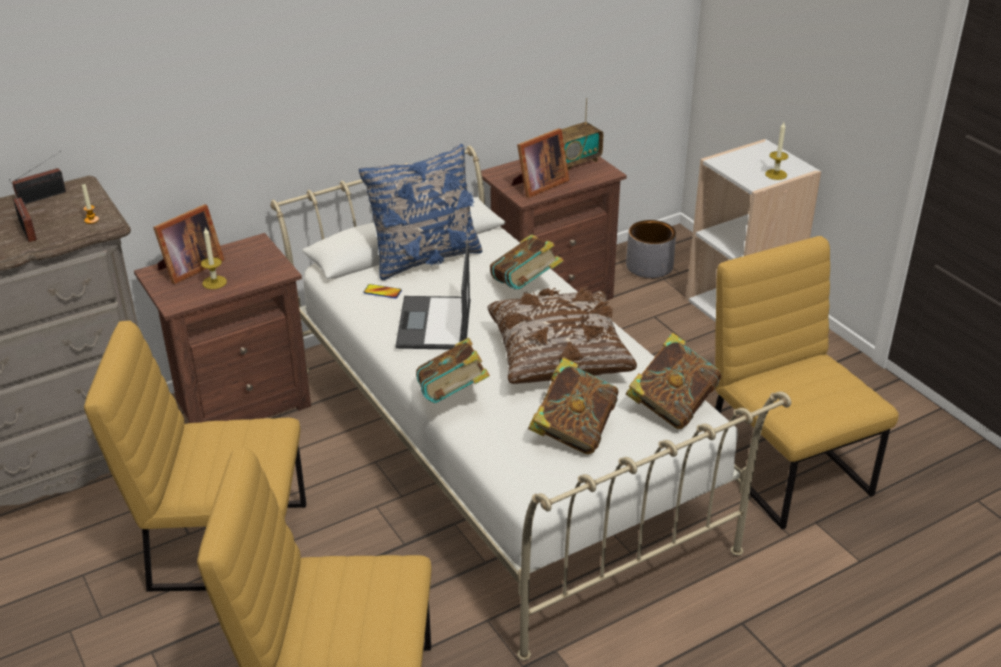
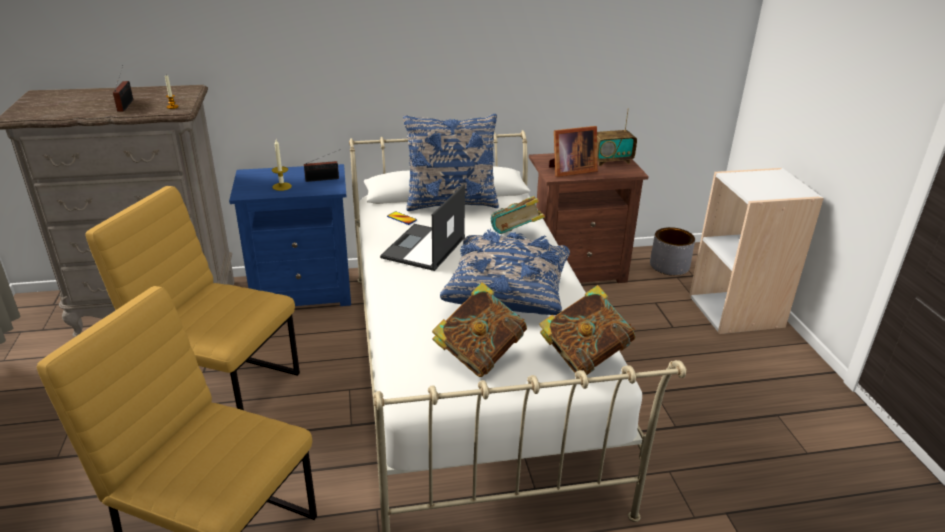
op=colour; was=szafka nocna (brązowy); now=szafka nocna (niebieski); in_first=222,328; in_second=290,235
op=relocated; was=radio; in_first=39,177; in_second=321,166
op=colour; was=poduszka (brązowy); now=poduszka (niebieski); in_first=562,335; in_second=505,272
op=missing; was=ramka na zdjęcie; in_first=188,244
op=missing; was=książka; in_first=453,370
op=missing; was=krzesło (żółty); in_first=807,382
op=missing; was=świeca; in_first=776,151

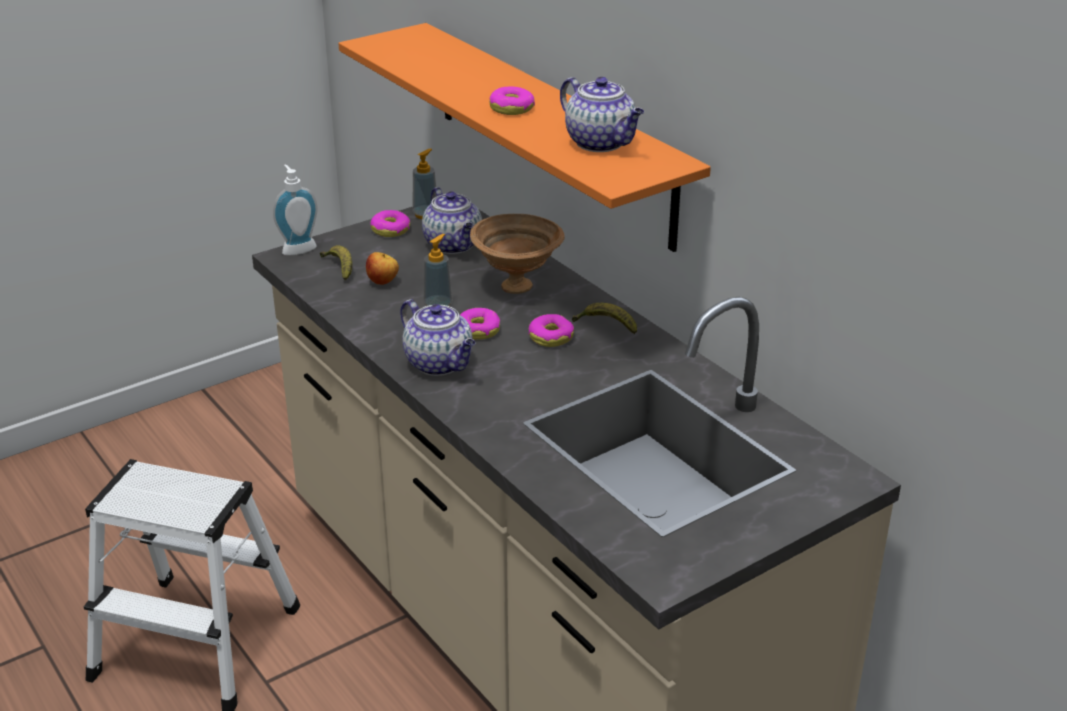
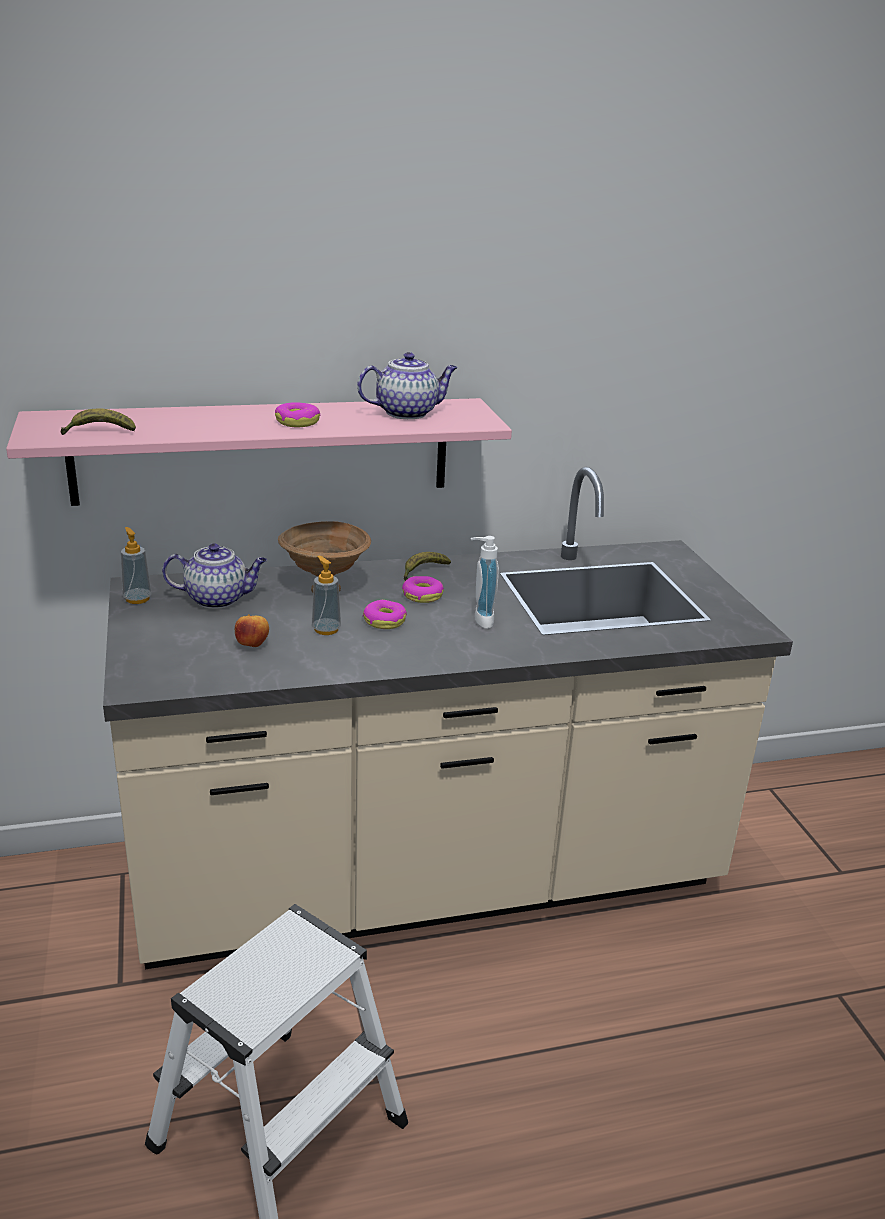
op=colour; was=półka (pomarańczowy); now=półka (różowy); in_first=524,137; in_second=259,452
op=relocated; was=banan; in_first=336,262; in_second=98,422
op=relocated; was=dozownik mydła; in_first=295,210; in_second=485,582
op=missing; was=donut; in_first=390,223
op=missing; was=imbryk; in_first=437,337

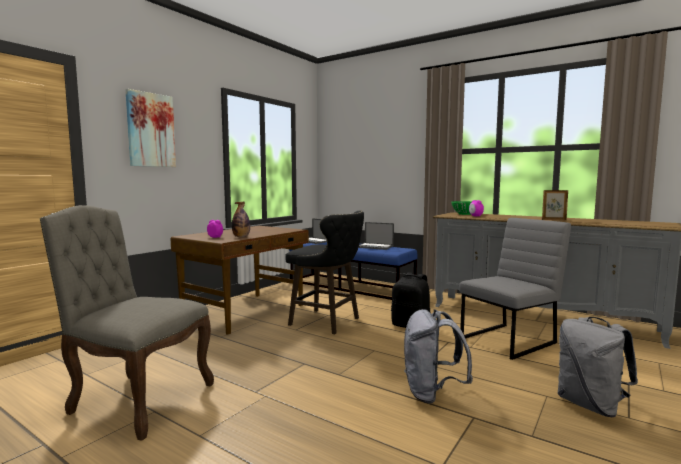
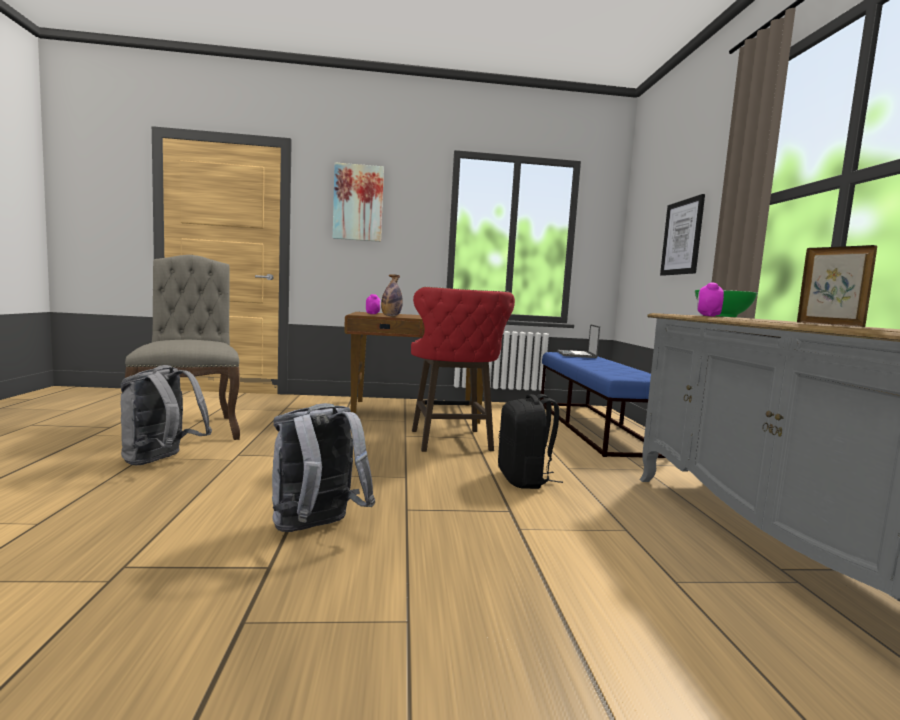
op=relocated; was=plecak (szary); in_first=597,367; in_second=166,415
op=colour; was=stołek (czarny); now=stołek (czerwony); in_first=324,272; in_second=463,369
op=appeared; now=obraz; in_second=682,235
op=missing; was=laptop; in_first=376,236
op=missing; was=krzesło (szary); in_first=515,289

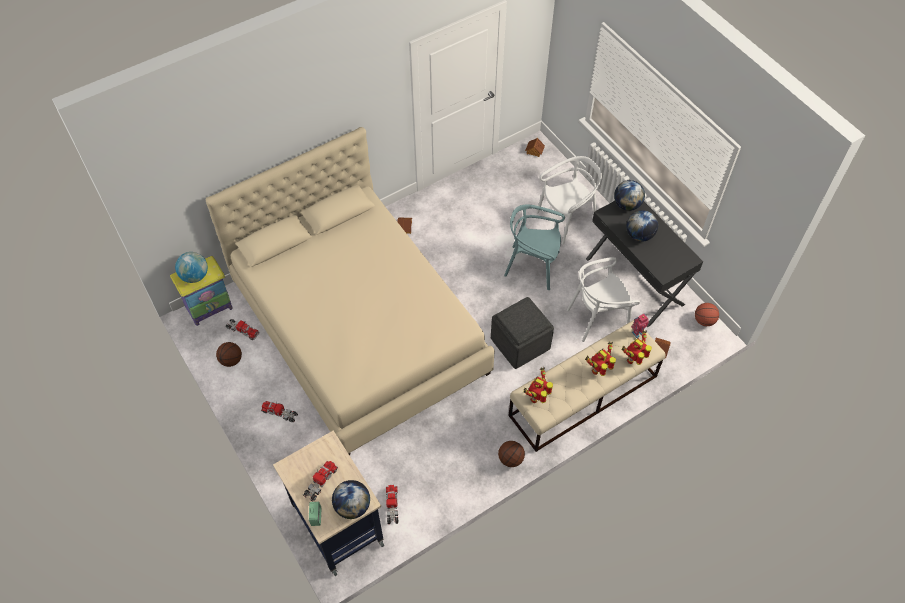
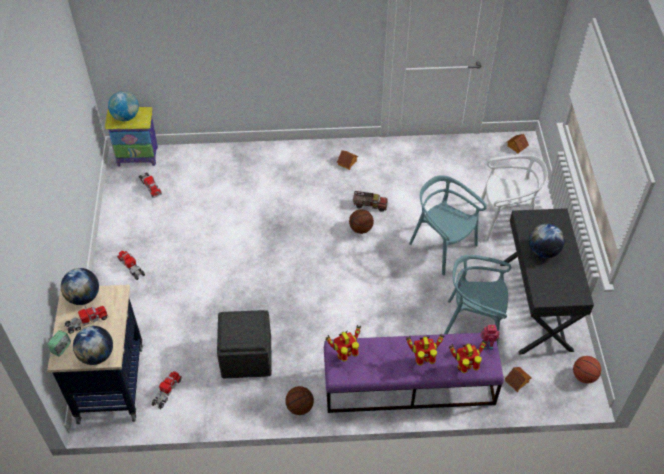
op=relocated; was=globus; in_first=629,195; in_second=80,286
op=relocated; was=pufa (szary); in_first=522,333; in_second=244,344
op=colour; was=ławka (beżowy); now=ławka (fioletowy); in_first=587,386; in_second=414,373
op=relocated; was=piłka do koszykówki; in_first=229,354; in_second=361,221
op=appeared; now=ciężarówka zabawkowa; in_second=370,201
op=colour; was=krzesło (biały); now=krzesło (turkusowy); in_first=603,299; in_second=477,300
op=missing; was=łóżko (beżowy); in_first=350,291

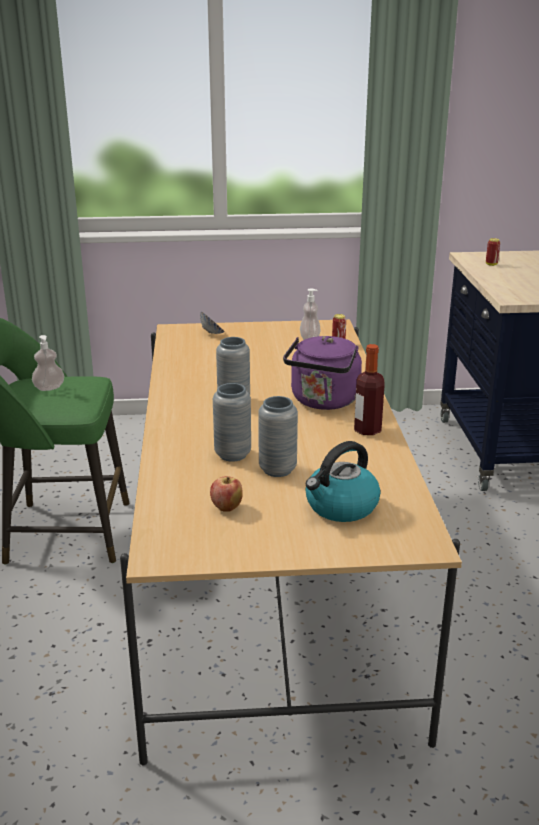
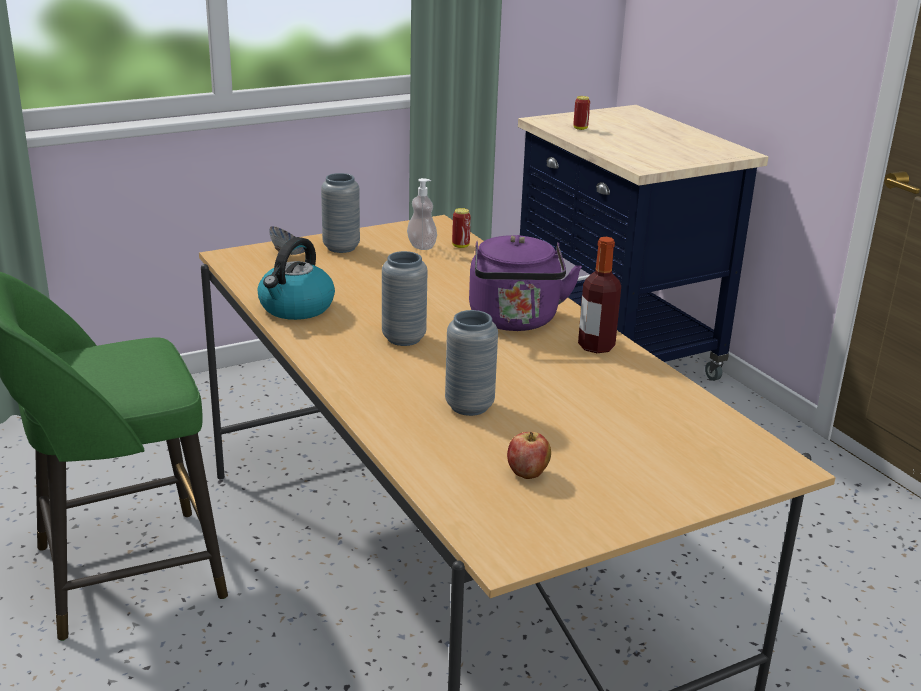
op=relocated; was=czajnik; in_first=343,481; in_second=296,278
op=relocated; was=wazon (szary); in_first=278,436; in_second=340,213
op=missing; was=dozownik mydła; in_first=48,363

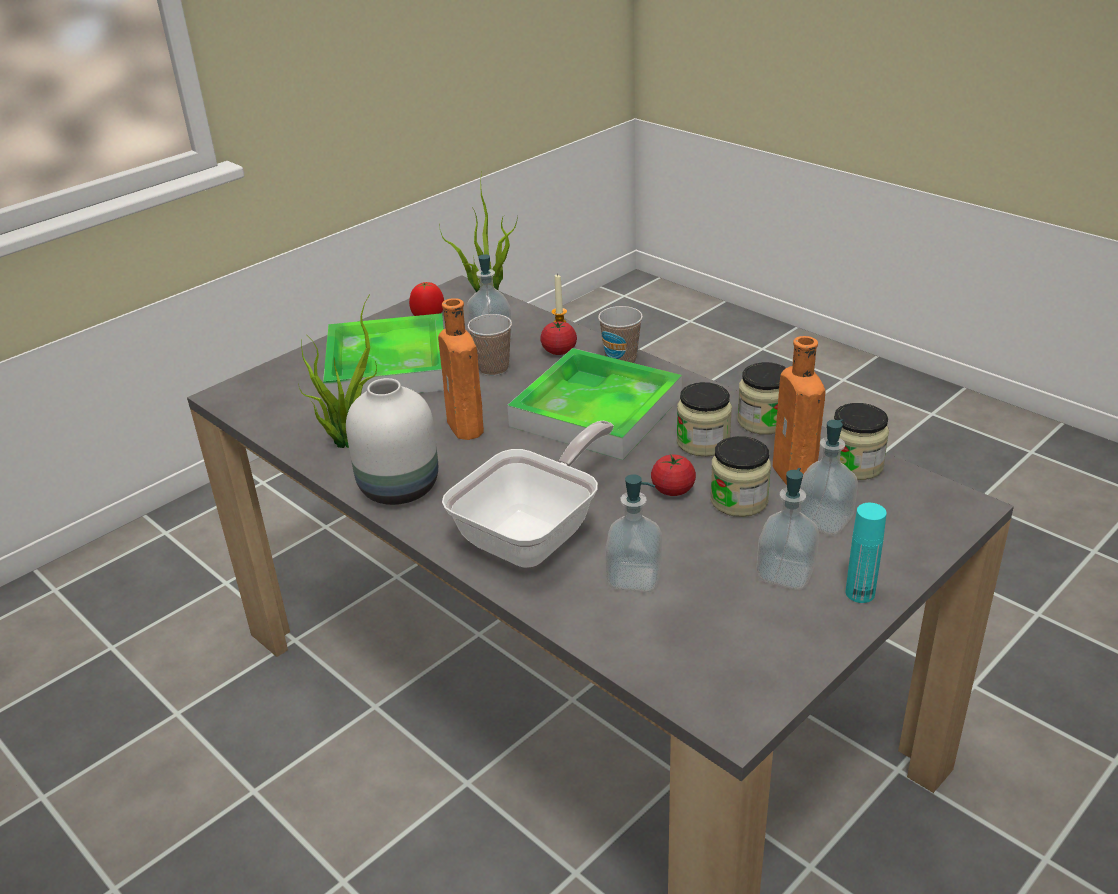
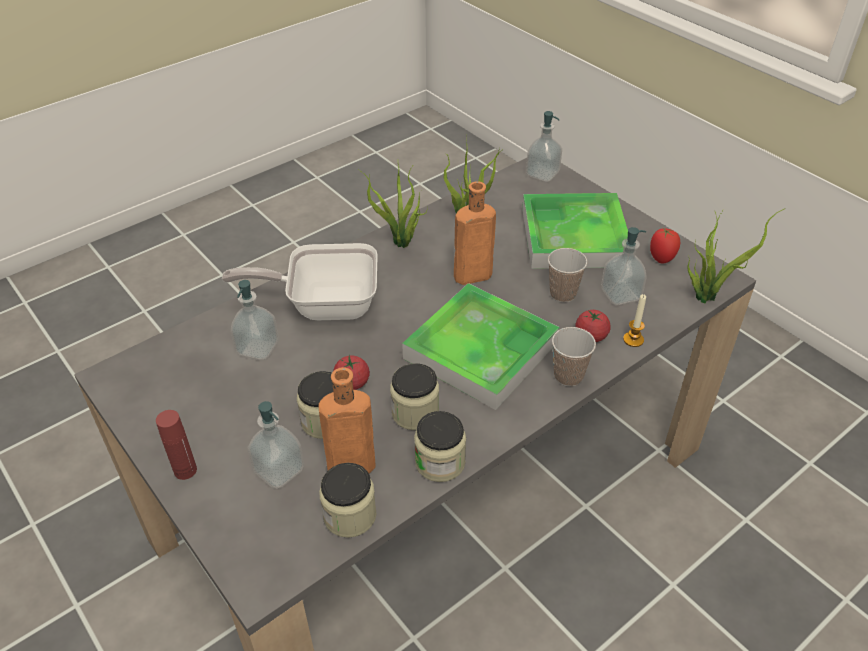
op=colour; was=butelka (turkusowy); now=butelka (czerwony); in_first=866,553; in_second=176,445
op=spun; was=patelnia; in_first=528,494; in_second=300,281; clockwise=135
op=exchanged; was=wazon (biały); now=roślina doniczkowa; in_first=392,441; in_second=393,206
op=relocated; was=dozownik mydła; in_first=787,529; in_second=544,146

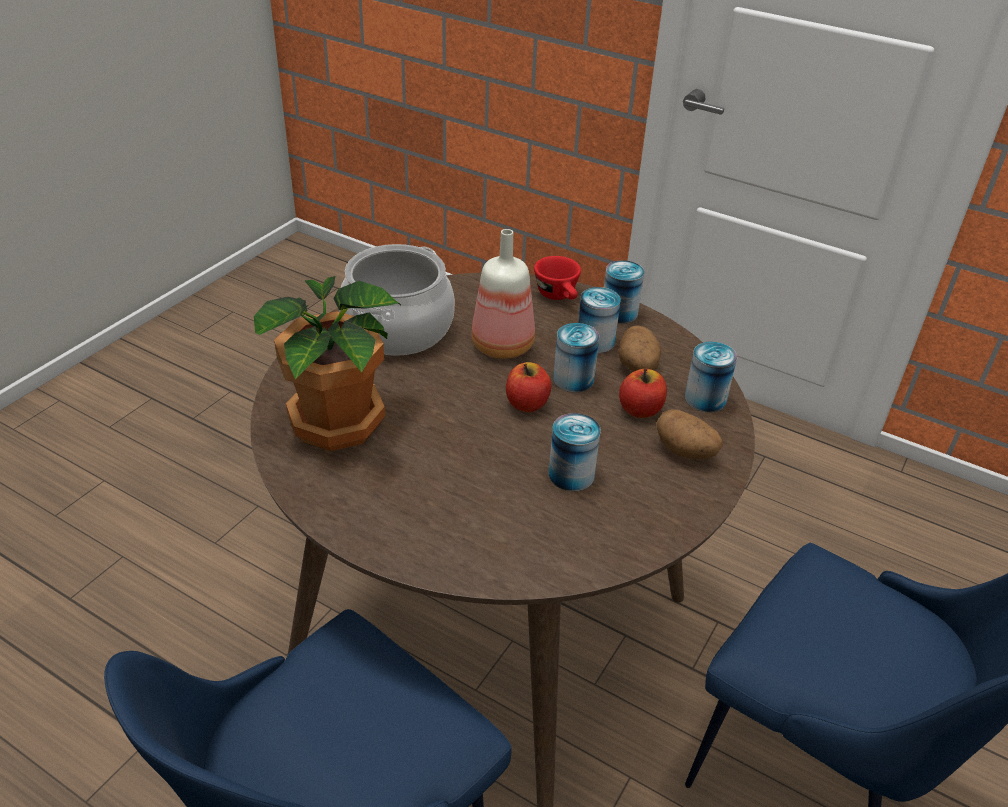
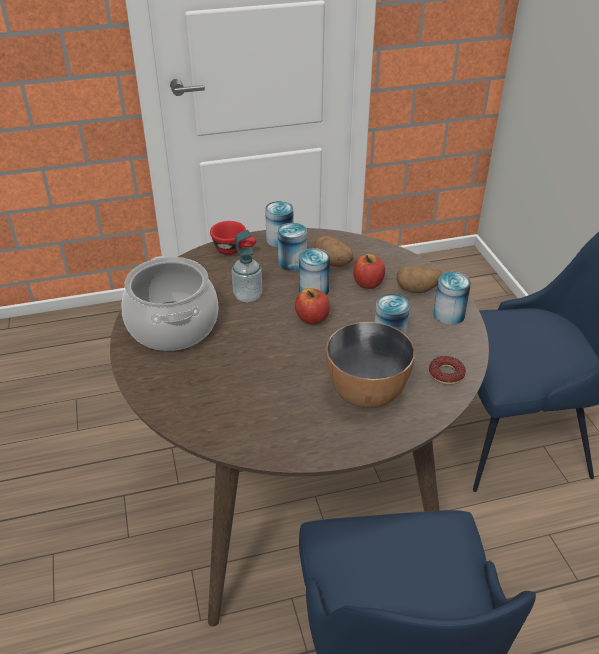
op=exchanged; was=butelka; now=dozownik mydła; in_first=503,294; in_second=247,266
op=appeared; now=miska; in_second=370,365
op=appeared; now=donut; in_second=447,370
op=relocated; was=puszka; in_first=711,377; in_second=452,298
op=missing; was=roślina doniczkowa; in_first=328,363

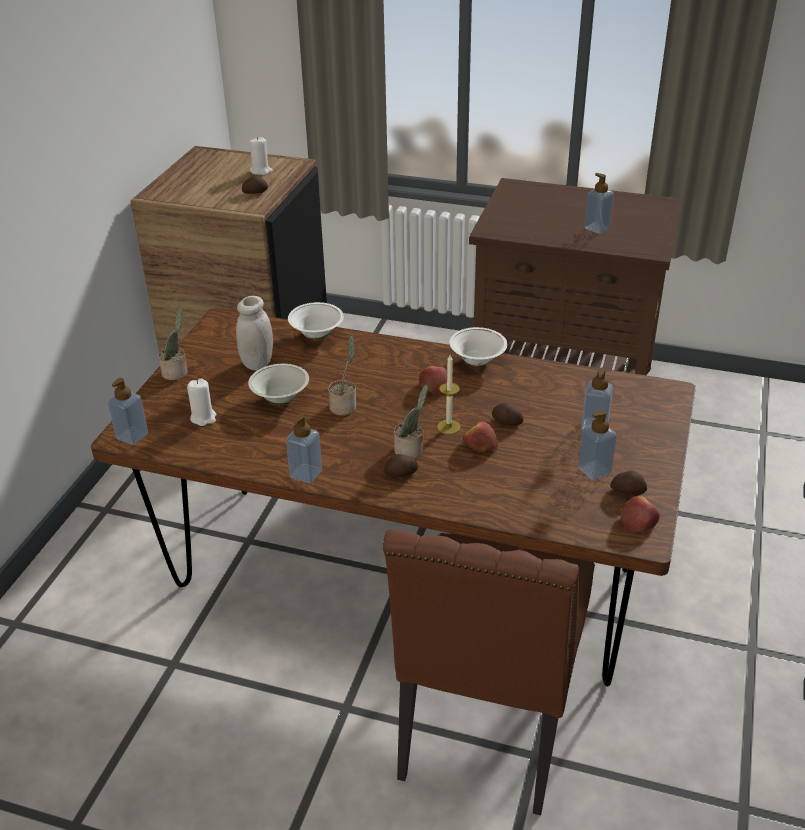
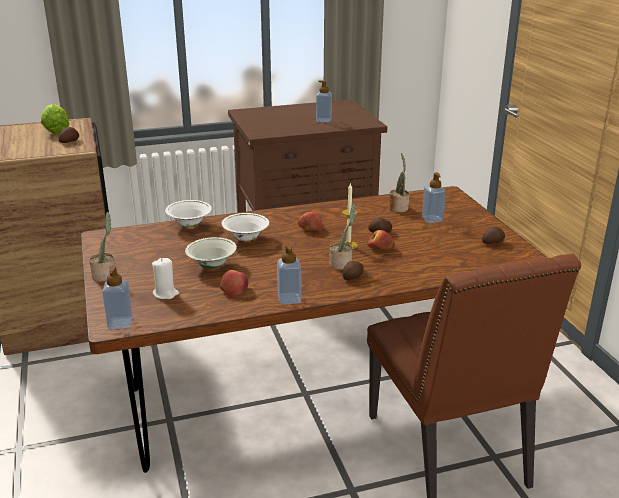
op=exchanged; was=świeca (biały); now=sałata; in_first=261,156; in_second=55,119
op=relocated; was=jabłko; in_first=640,514; in_second=233,283
op=relocated; was=miska (biały); in_first=478,346; in_second=245,227
op=relocated; was=roślina doniczkowa; in_first=342,375; in_second=399,182
op=missing; was=słoik (biały); in_first=254,333
op=missing; was=dozownik mydła; in_first=597,445

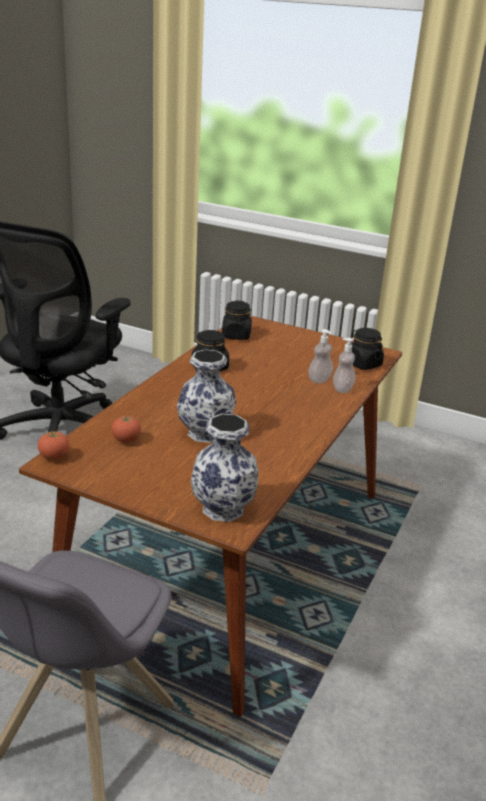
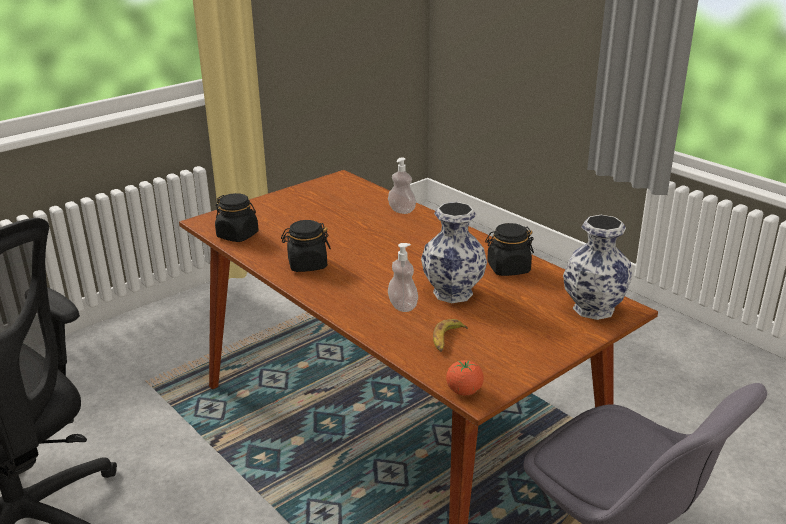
op=relocated; was=dozownik mydła; in_first=320,356; in_second=403,277
op=exchanged; was=pomidor; now=banan; in_first=126,429; in_second=450,335
op=relocated; was=słoik (czarny); in_first=367,349; in_second=509,249

